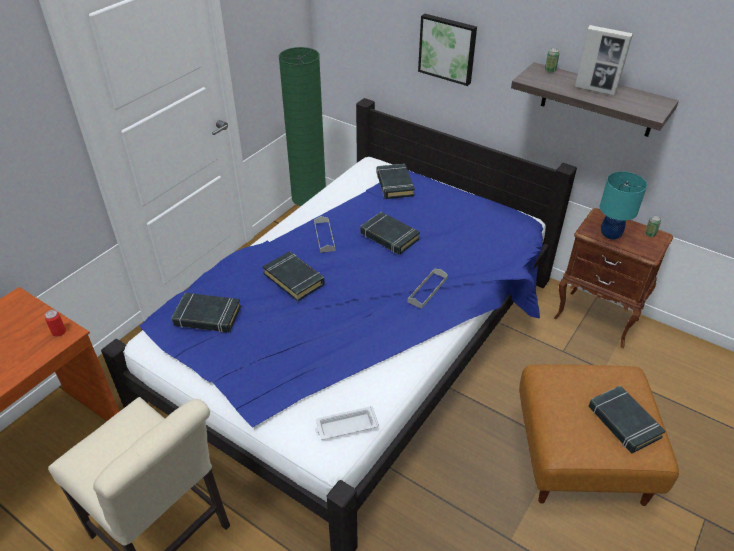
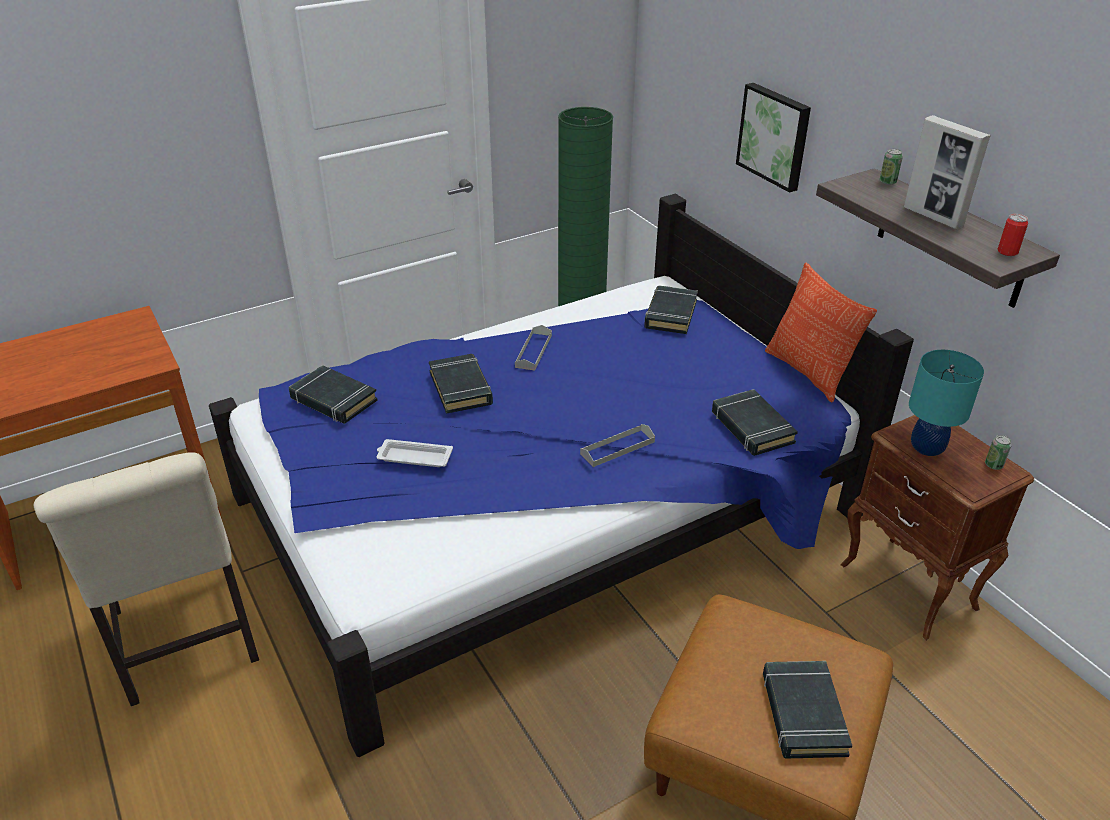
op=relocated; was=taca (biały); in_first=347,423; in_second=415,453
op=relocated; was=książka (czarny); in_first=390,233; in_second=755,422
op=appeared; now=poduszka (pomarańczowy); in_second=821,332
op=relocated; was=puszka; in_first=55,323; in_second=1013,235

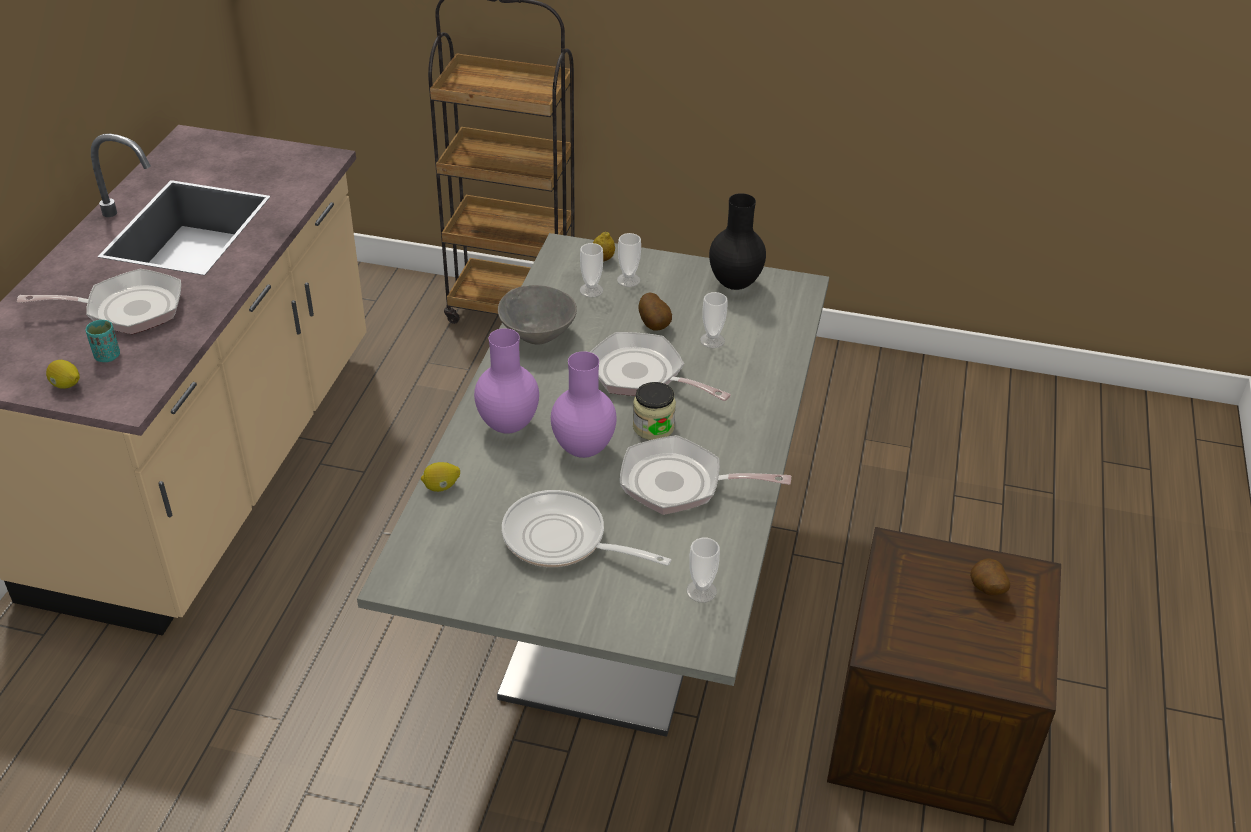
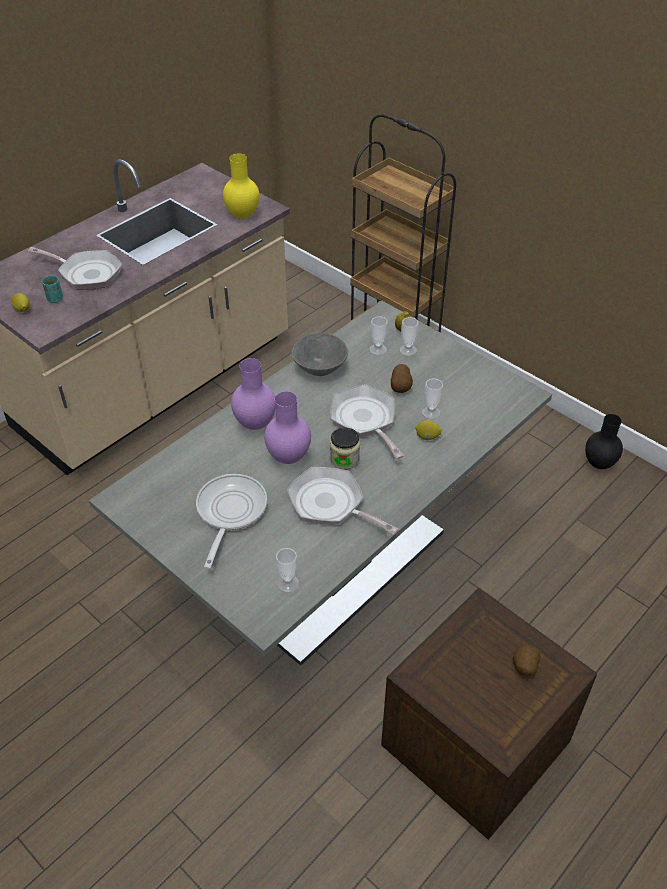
op=spun; was=patelnia; in_first=586,528; in_second=231,521; clockwise=45
op=appeared; now=wazon (żółty); in_second=241,186
op=relocated; was=cytryna; in_first=440,477; in_second=428,430
op=relocated; was=wazon (czarny); in_first=737,241; in_second=604,441

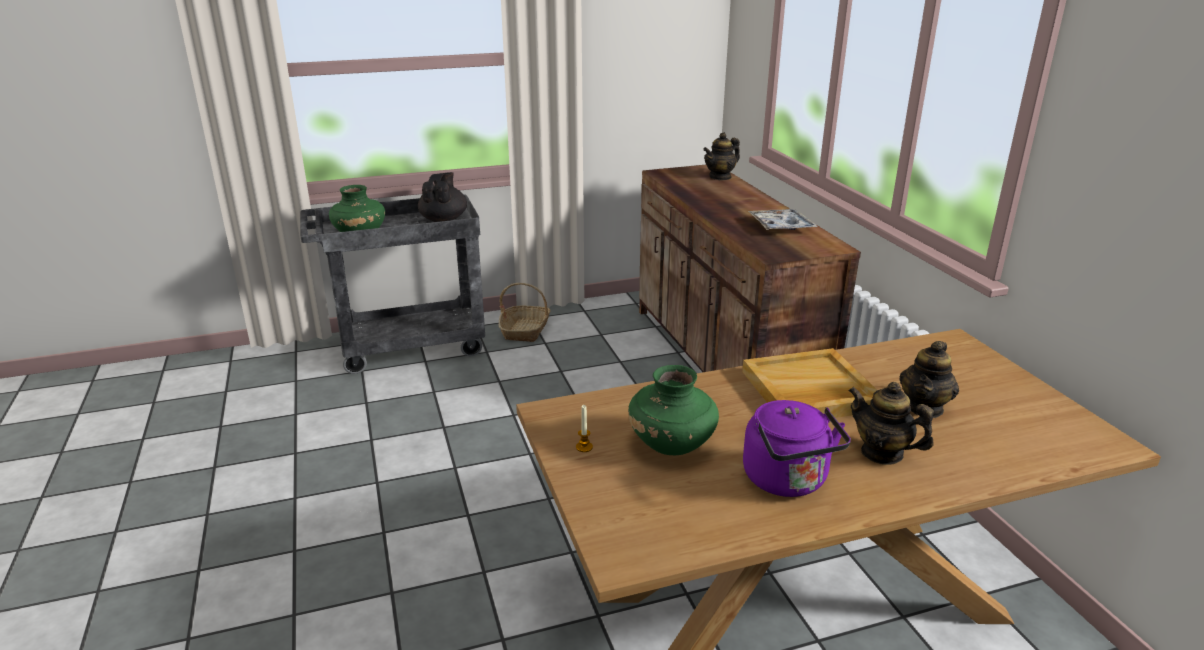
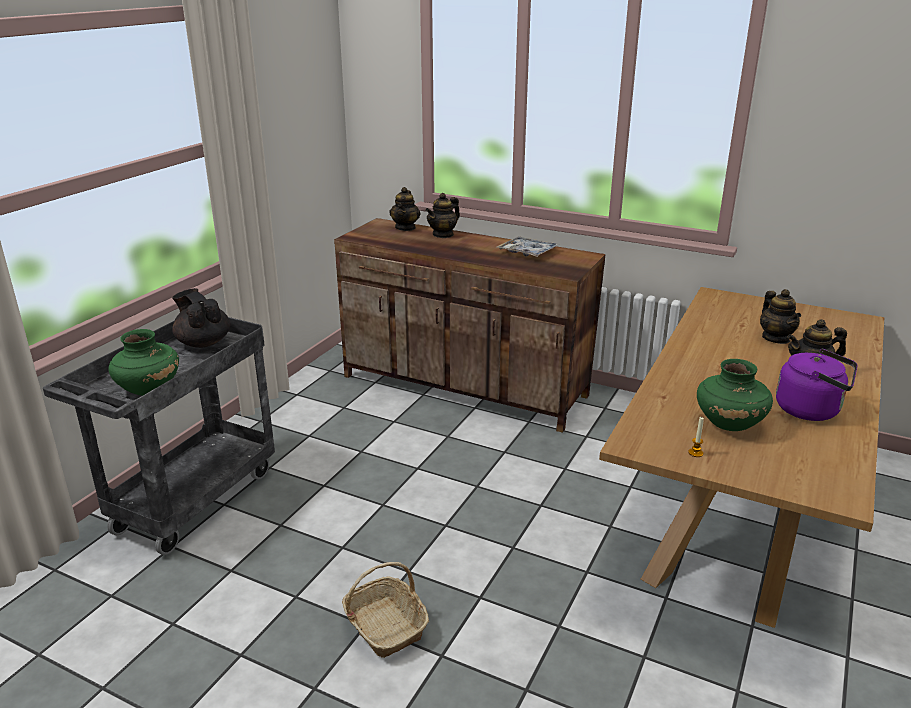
op=relocated; was=koszyk; in_first=525,312; in_second=385,610
op=appeared; now=imbryk; in_second=442,215
op=missing; was=taca (beżowy); in_first=809,383

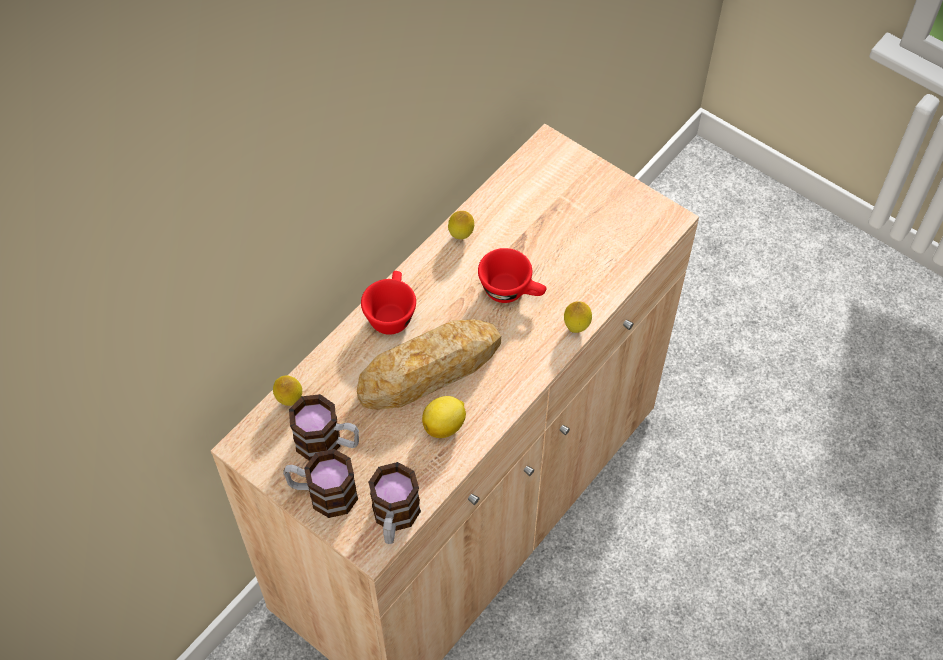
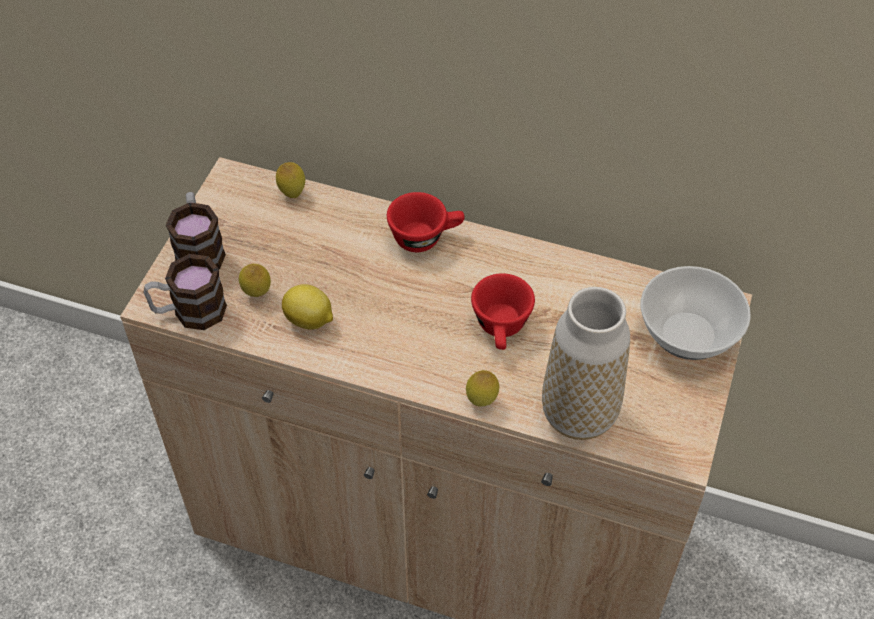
op=relocated; was=cytryna; in_first=461,225; in_second=255,280
op=appeared; now=wazon; in_second=586,363
op=appeared; now=miska; in_second=696,313
op=missing; was=kubek; in_first=324,427
op=missing; was=chleb; in_first=429,364

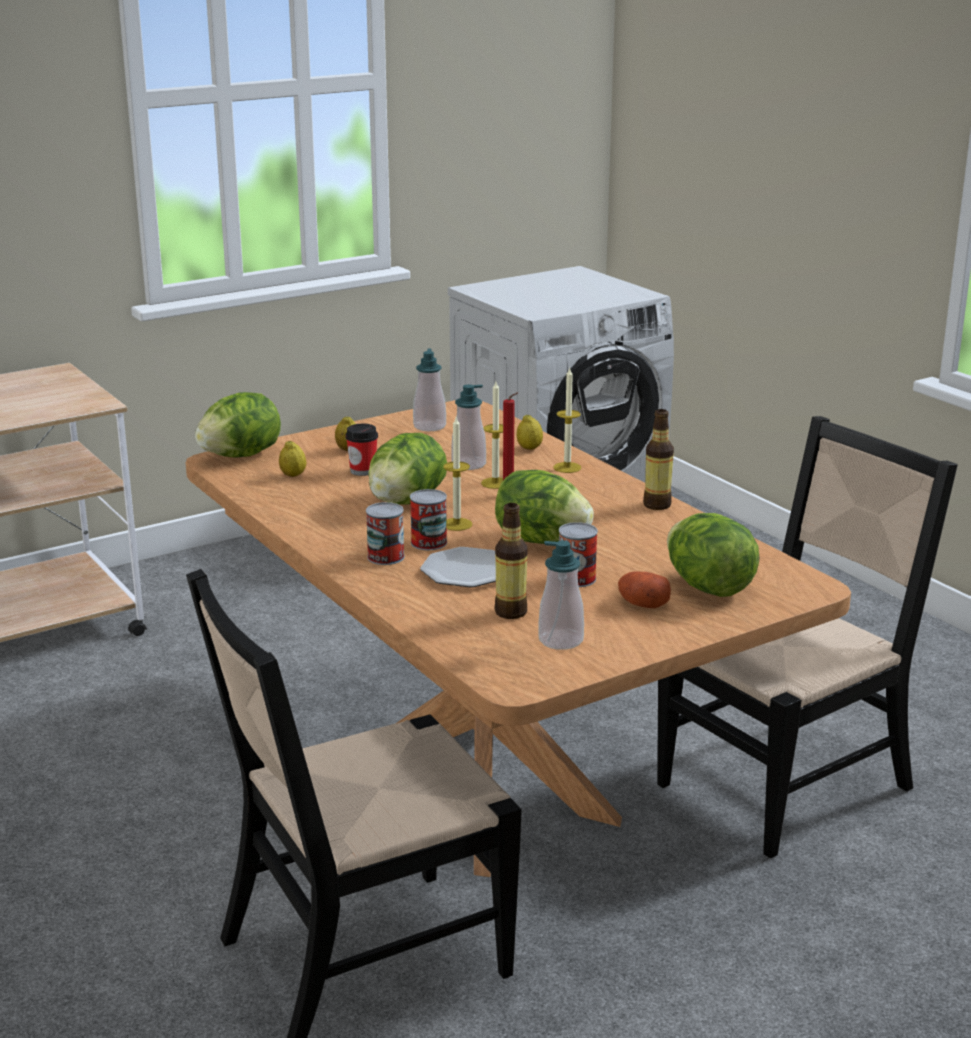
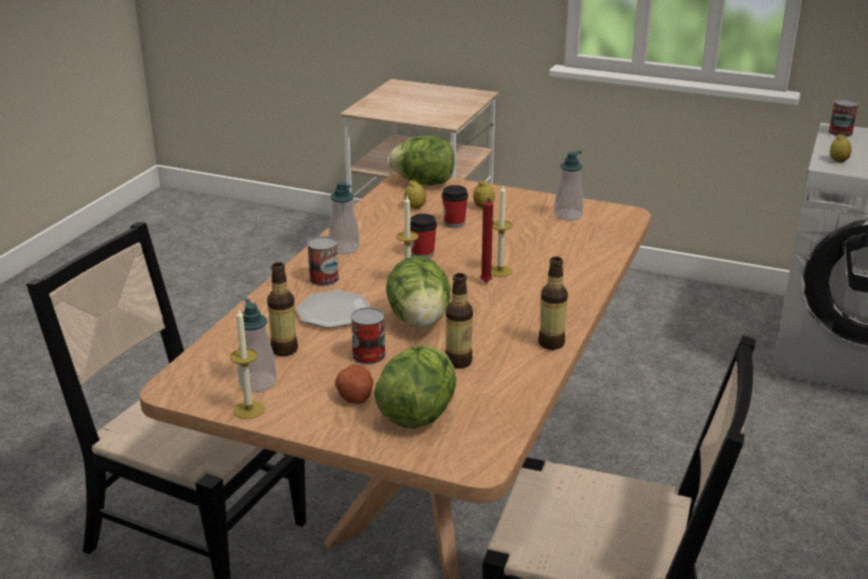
op=relocated; was=świeca; in_first=567,420; in_second=247,364
op=relocated; was=dozownik mydła; in_first=468,427; in_second=344,218
op=exchanged; was=sałata; now=filiżanka; in_first=407,469; in_second=423,236
op=appeared; now=butelka; in_second=459,320
op=relocated; was=puszka; in_first=428,519; in_second=844,118
op=relocated; was=cytryna; in_first=529,432; in_second=841,148

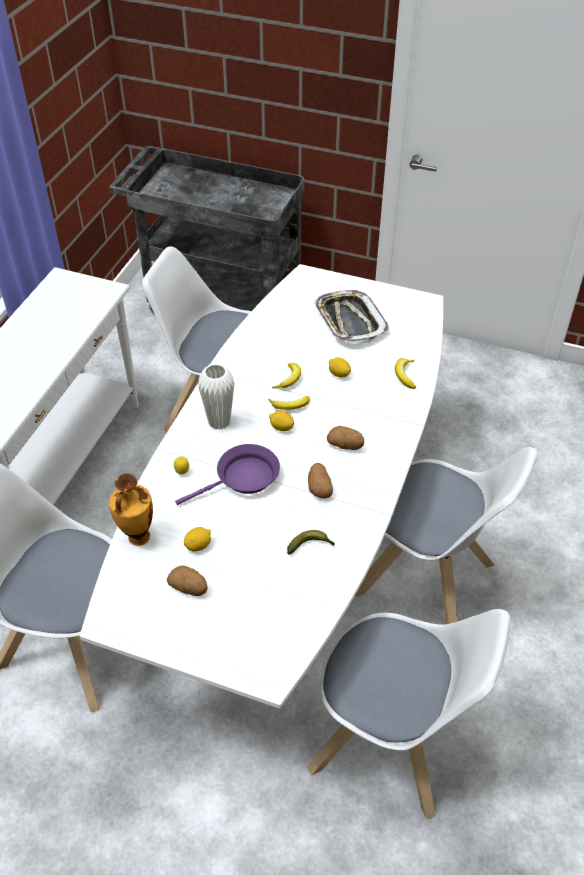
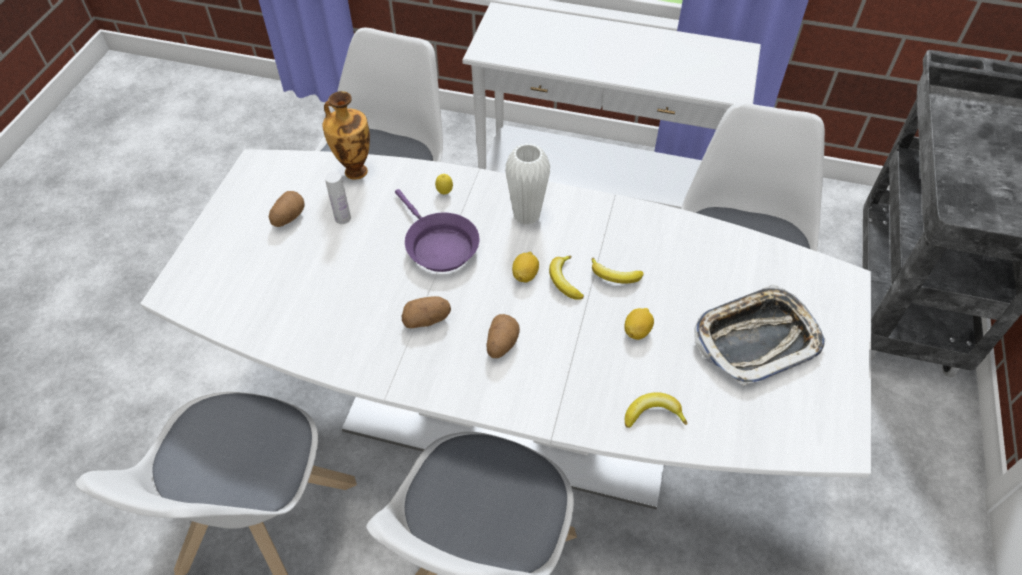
op=exchanged; was=cytryna; now=butelka (biały); in_first=197,539; in_second=338,198
op=missing; was=banan; in_first=311,542

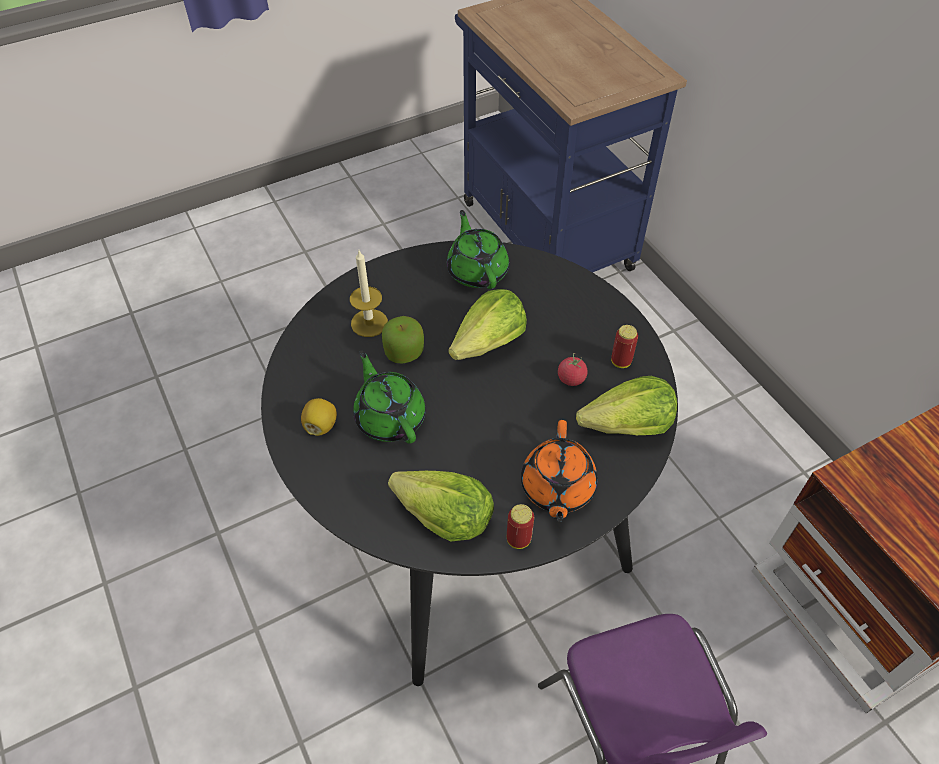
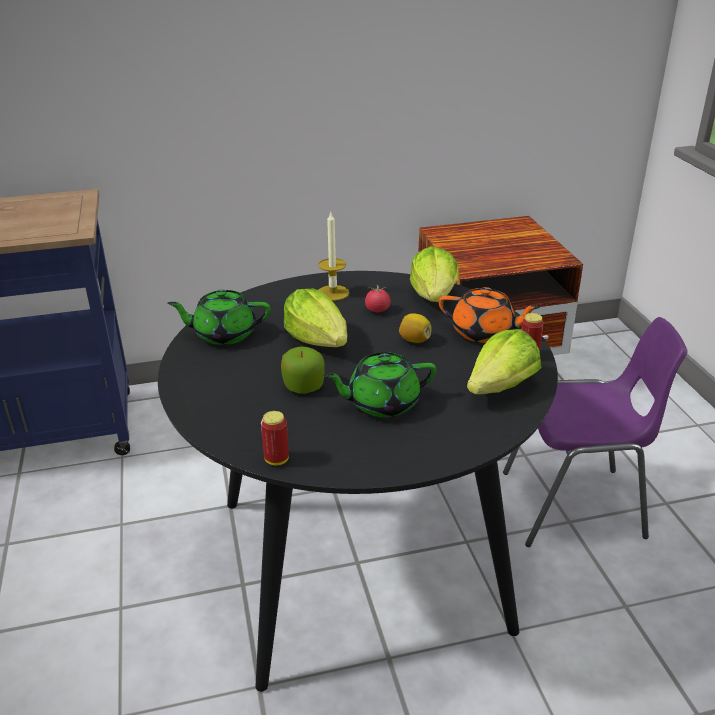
op=relocated; was=puszka; in_first=624,346; in_second=275,438
op=relocated; was=świeca; in_first=369,294; in_second=333,256
op=relocated; was=cytryna; in_first=319,417; in_second=415,328

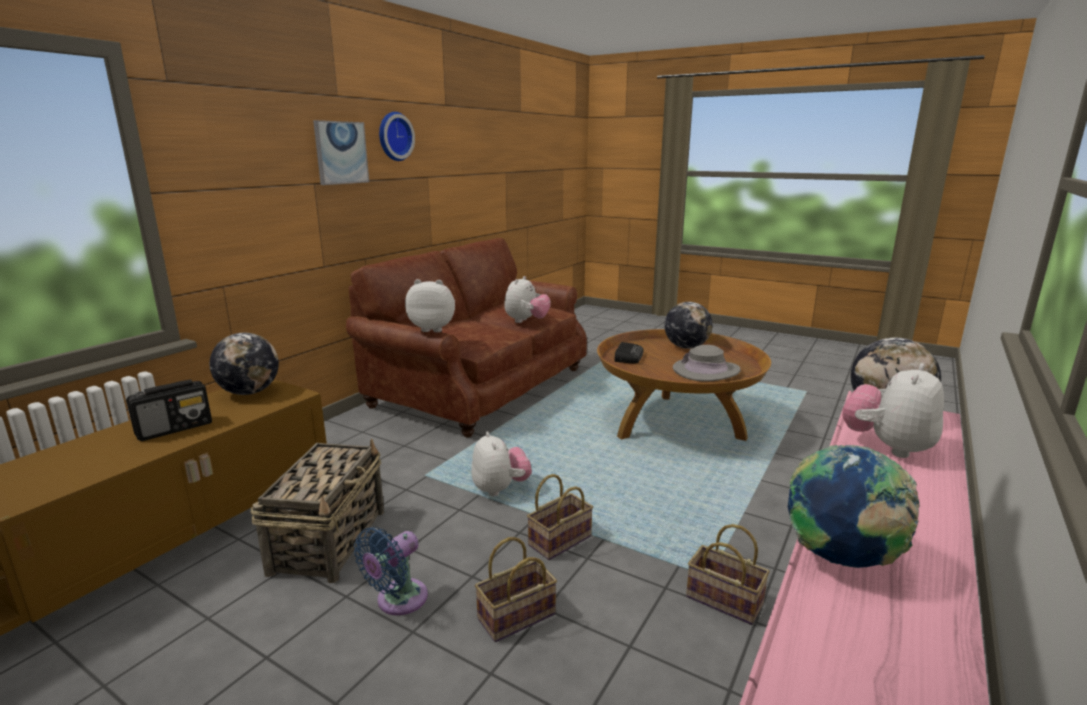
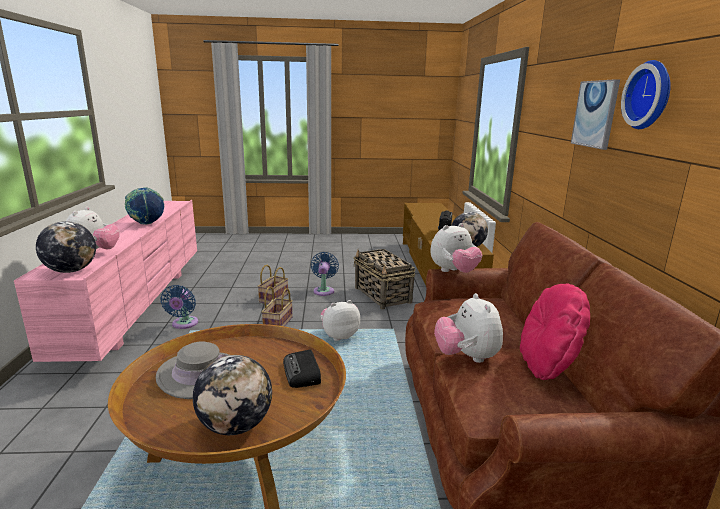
op=exchanged; was=koszyk; now=wentylator (niebieski); in_first=728,574; in_second=179,307
op=spun; was=pluszak; in_first=501,463; in_second=340,320; clockwise=120
op=appeared; now=poduszka (różowy); in_second=555,331

